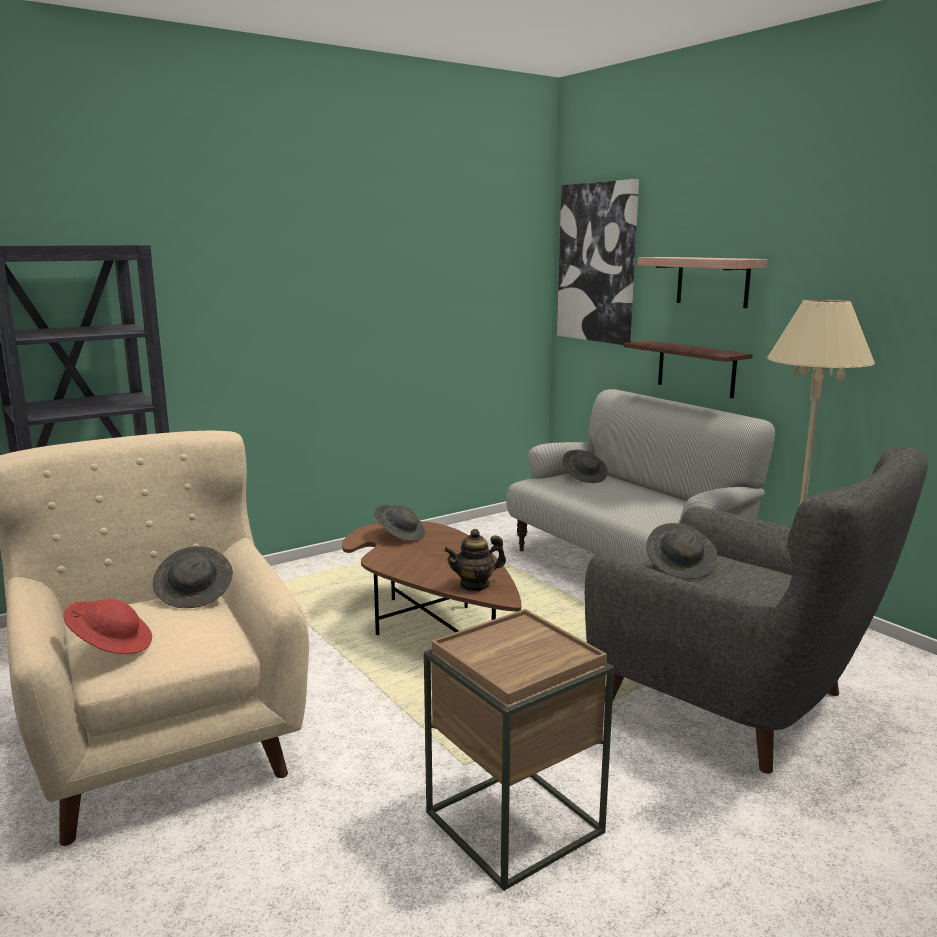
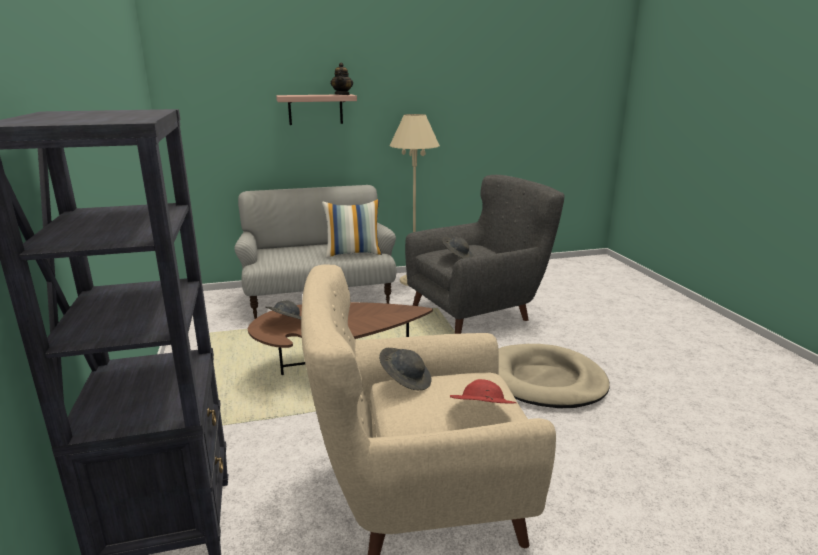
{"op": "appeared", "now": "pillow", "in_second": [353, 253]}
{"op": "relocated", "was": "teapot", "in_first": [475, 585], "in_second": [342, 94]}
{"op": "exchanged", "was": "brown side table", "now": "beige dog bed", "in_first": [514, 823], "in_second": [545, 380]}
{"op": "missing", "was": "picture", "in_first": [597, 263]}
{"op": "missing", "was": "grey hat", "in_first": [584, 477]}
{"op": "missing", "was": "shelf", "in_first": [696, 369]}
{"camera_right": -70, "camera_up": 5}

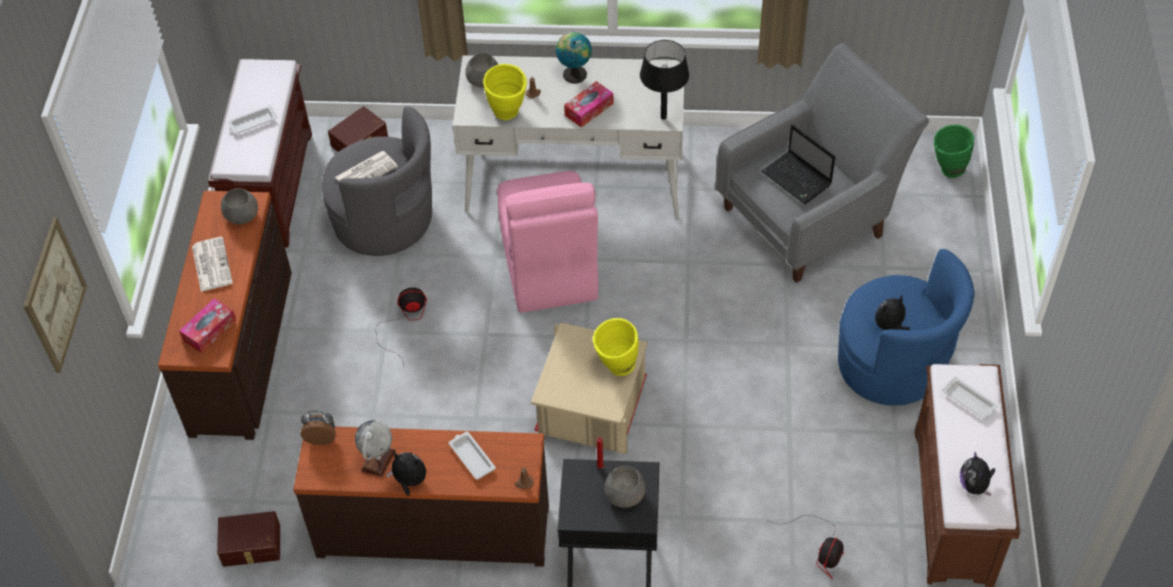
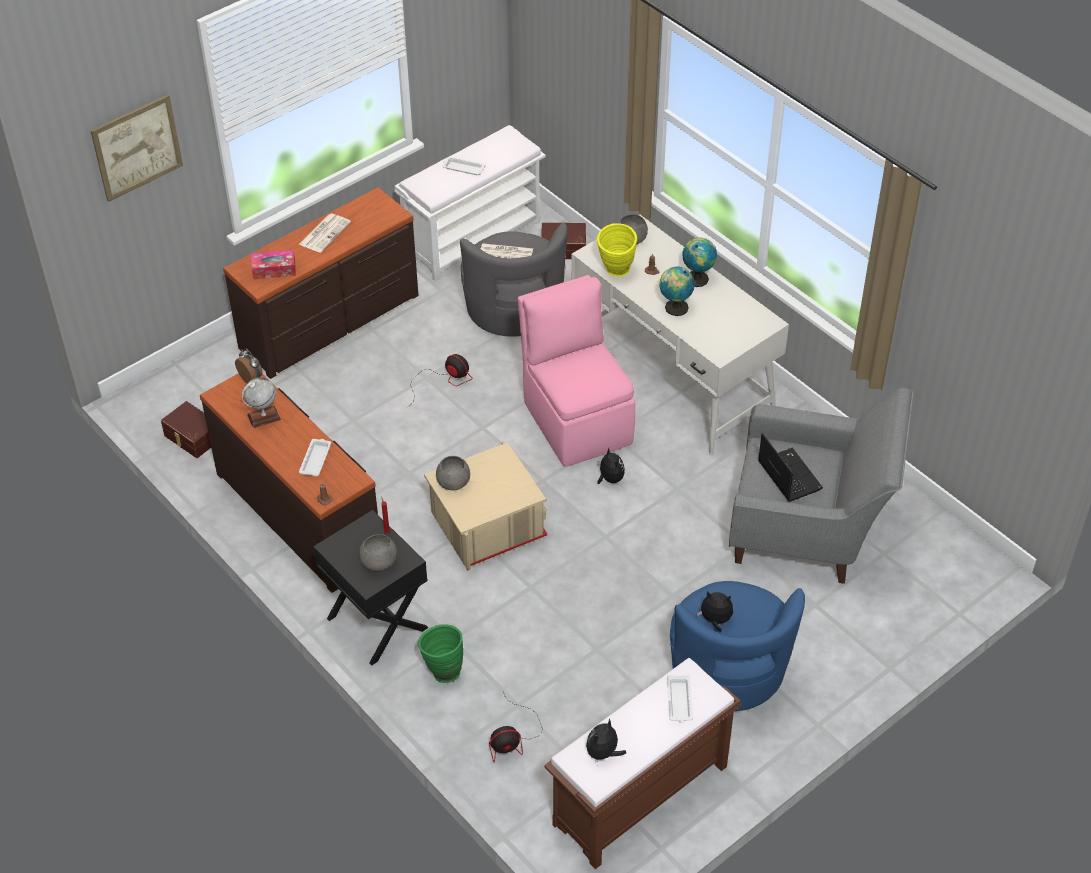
{"op": "colour", "was": "brown bench", "now": "white bench", "in_first": [272, 187], "in_second": [473, 237]}
{"op": "relocated", "was": "green vase", "in_first": [947, 170], "in_second": [442, 670]}
{"op": "relocated", "was": "grey bowl", "in_first": [242, 216], "in_second": [453, 482]}
{"op": "spun", "was": "pink chair", "in_first": [549, 270], "in_second": [576, 420], "clockwise": 120}
{"op": "relocated", "was": "plush toy", "in_first": [409, 481], "in_second": [610, 479]}
{"op": "exchanged", "was": "tissue box", "now": "globe", "in_first": [589, 109], "in_second": [674, 308]}
{"op": "spun", "was": "laptop", "in_first": [798, 179], "in_second": [788, 475], "clockwise": 150}
{"op": "missing", "was": "yellow vase", "in_first": [616, 368]}
{"op": "missing", "was": "black table lamp", "in_first": [663, 117]}
{"camera_right": 45, "camera_up": -5}

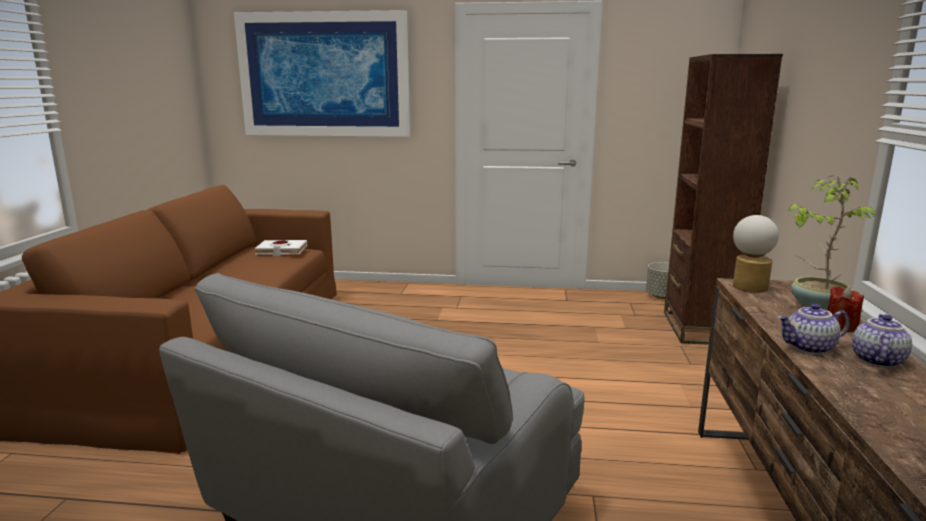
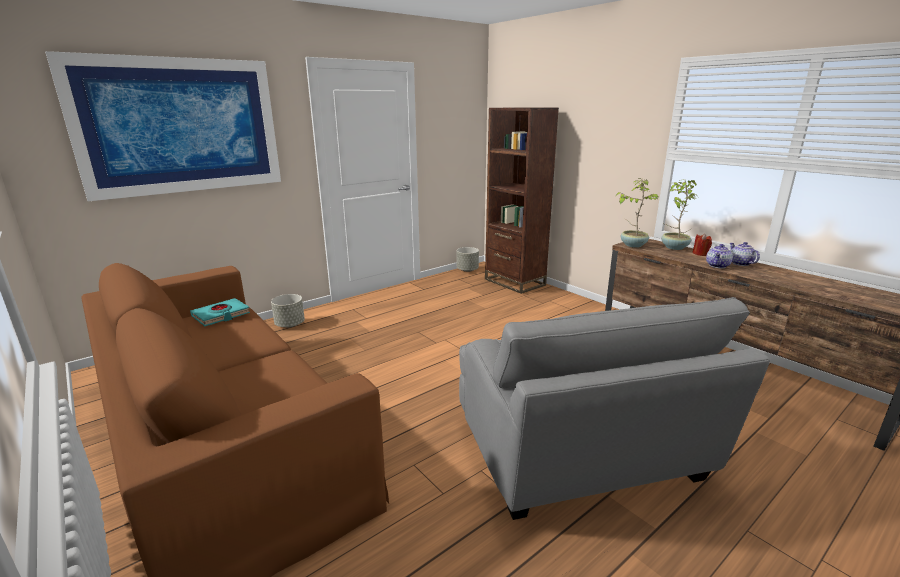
{"op": "colour", "was": "white book", "now": "turquoise book", "in_first": [281, 251], "in_second": [221, 315]}
{"op": "appeared", "now": "grey planter", "in_second": [290, 324]}
{"op": "exchanged", "was": "table lamp", "now": "potted plant", "in_first": [749, 286], "in_second": [633, 245]}
{"camera_right": -45, "camera_up": 5}

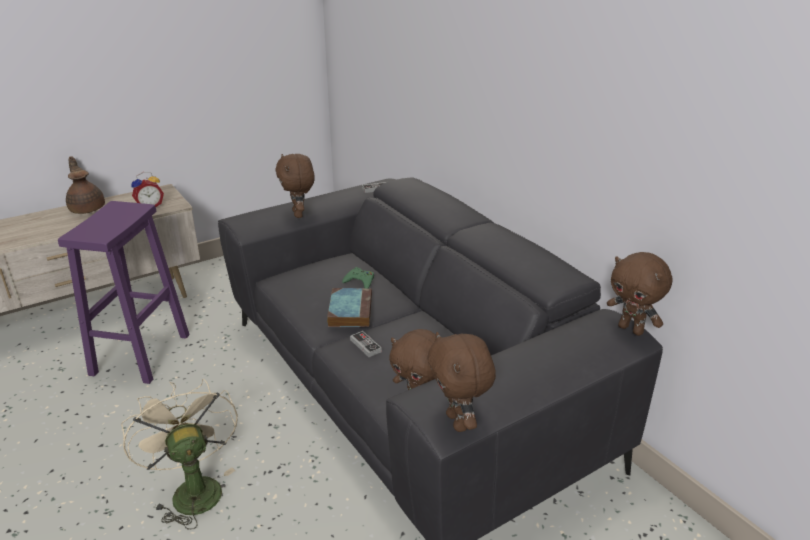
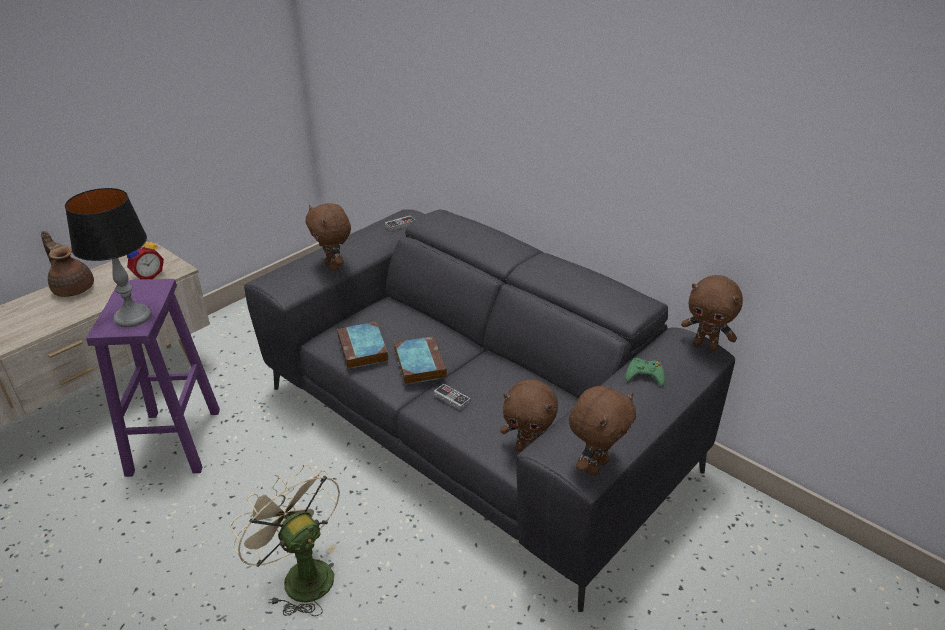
{"op": "appeared", "now": "table lamp", "in_second": [133, 317]}
{"op": "appeared", "now": "book", "in_second": [363, 350]}
{"op": "spun", "was": "brown plush toy", "in_first": [458, 422], "in_second": [595, 465], "clockwise": -105}
{"op": "relocated", "was": "green game controller", "in_first": [360, 281], "in_second": [644, 375]}
{"camera_right": -15, "camera_up": 5}

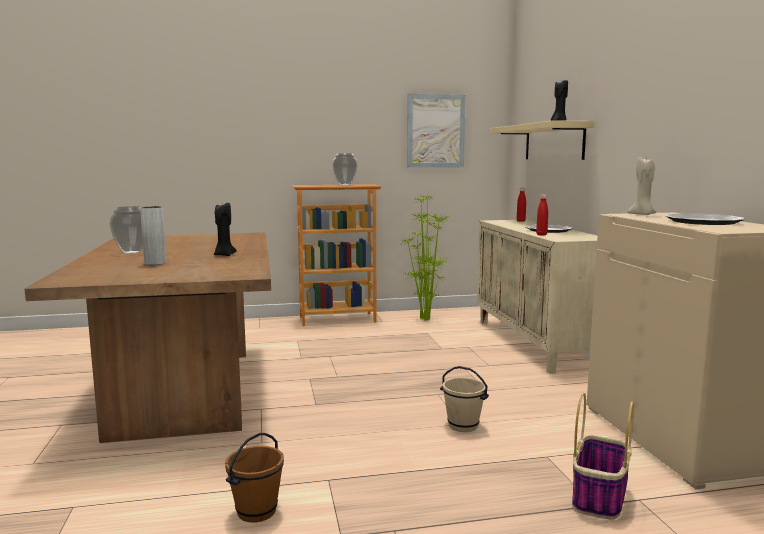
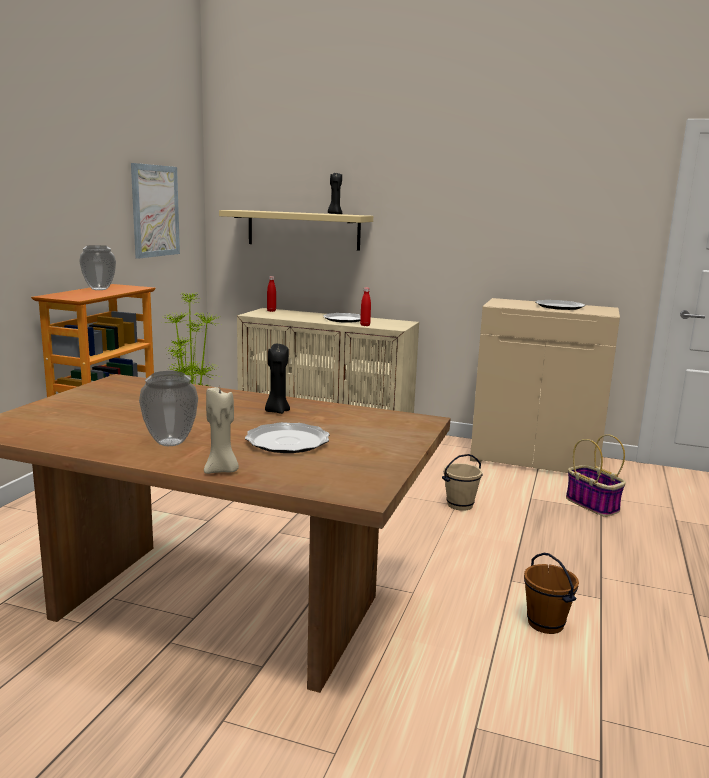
{"op": "relocated", "was": "beige candle", "in_first": [642, 215], "in_second": [222, 470]}
{"op": "exchanged", "was": "grey vase", "now": "plate", "in_first": [155, 263], "in_second": [288, 441]}
{"camera_right": -60, "camera_up": 5}

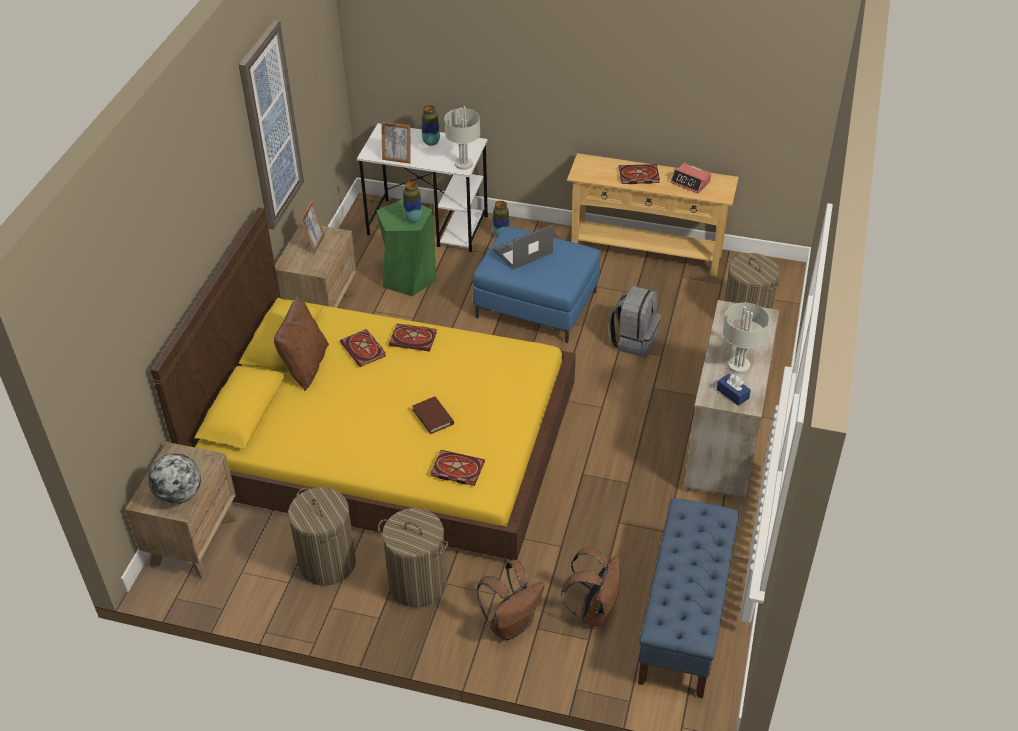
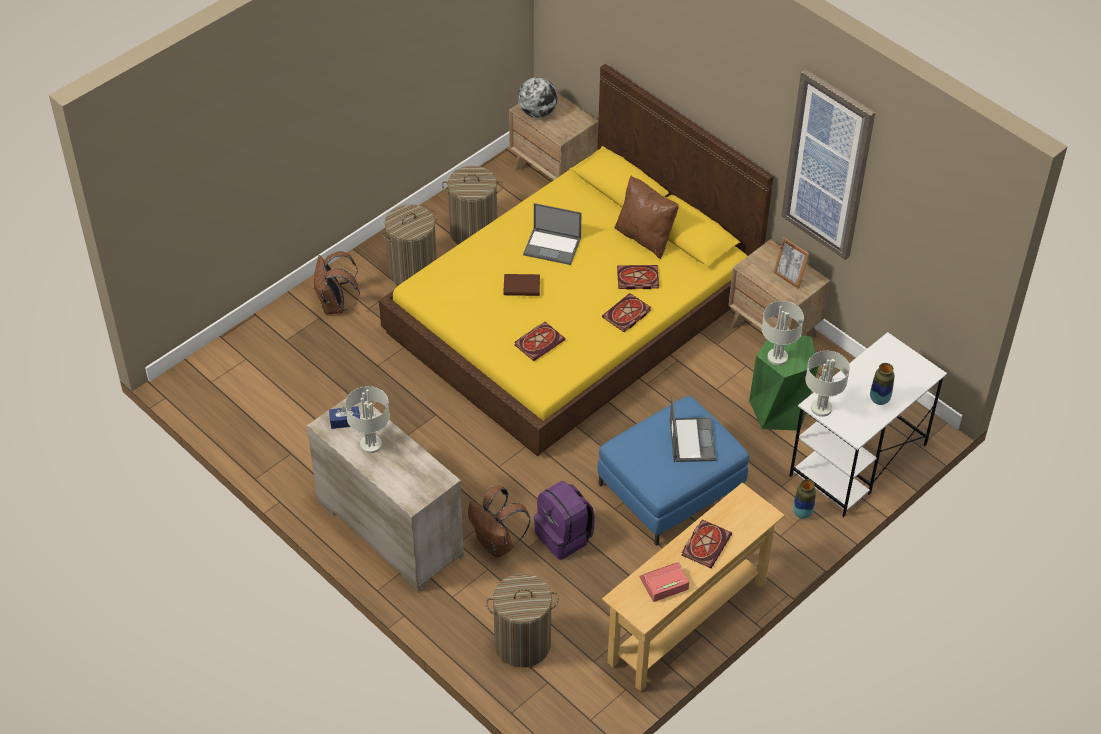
{"op": "relocated", "was": "brown backpack", "in_first": [594, 610], "in_second": [497, 544]}
{"op": "relocated", "was": "book", "in_first": [456, 469], "in_second": [539, 342]}
{"op": "appeared", "now": "laptop", "in_second": [553, 246]}
{"op": "colour", "was": "grey backpack", "now": "purple backpack", "in_first": [633, 340], "in_second": [564, 536]}
{"op": "exchanged", "was": "vase", "now": "grey table lamp", "in_first": [413, 219], "in_second": [777, 357]}
{"op": "missing", "was": "picture frame", "in_first": [397, 159]}
{"op": "missing", "was": "blue bench", "in_first": [684, 619]}
{"camera_right": 120, "camera_up": 5}

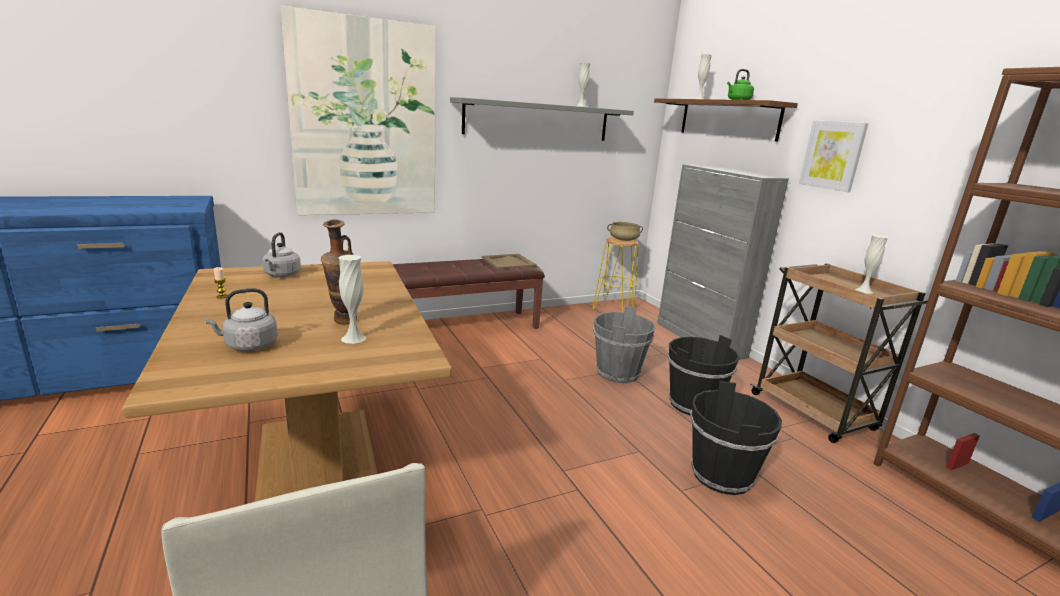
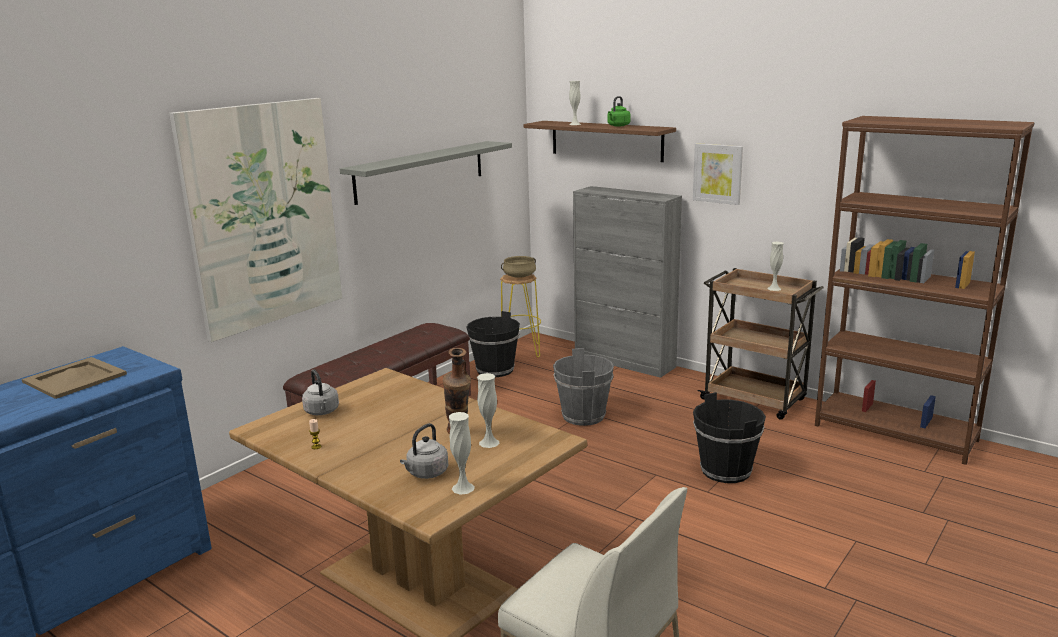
{"op": "relocated", "was": "beige tray", "in_first": [508, 262], "in_second": [75, 378]}
{"op": "relocated", "was": "white vase", "in_first": [581, 106], "in_second": [463, 488]}
{"op": "relocated", "was": "black bucket", "in_first": [693, 404], "in_second": [495, 370]}
{"camera_right": -25, "camera_up": 0}

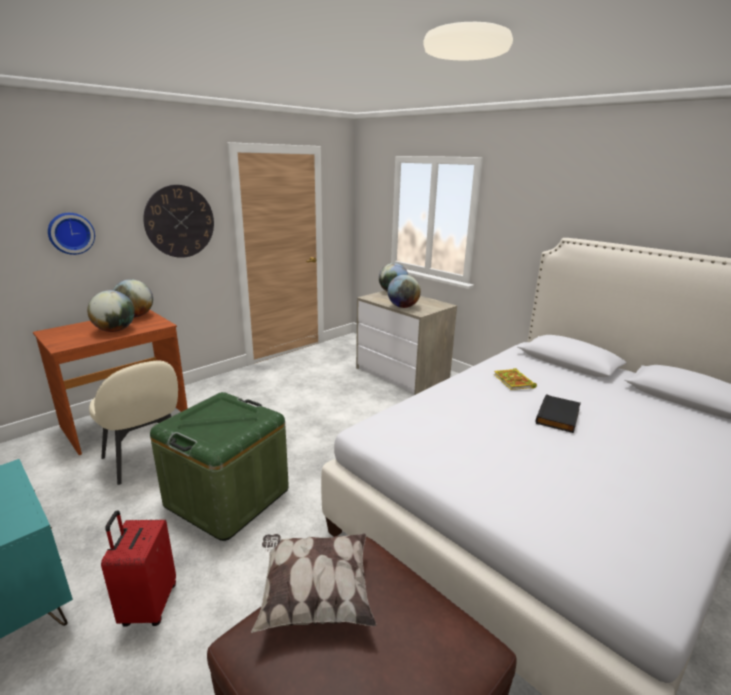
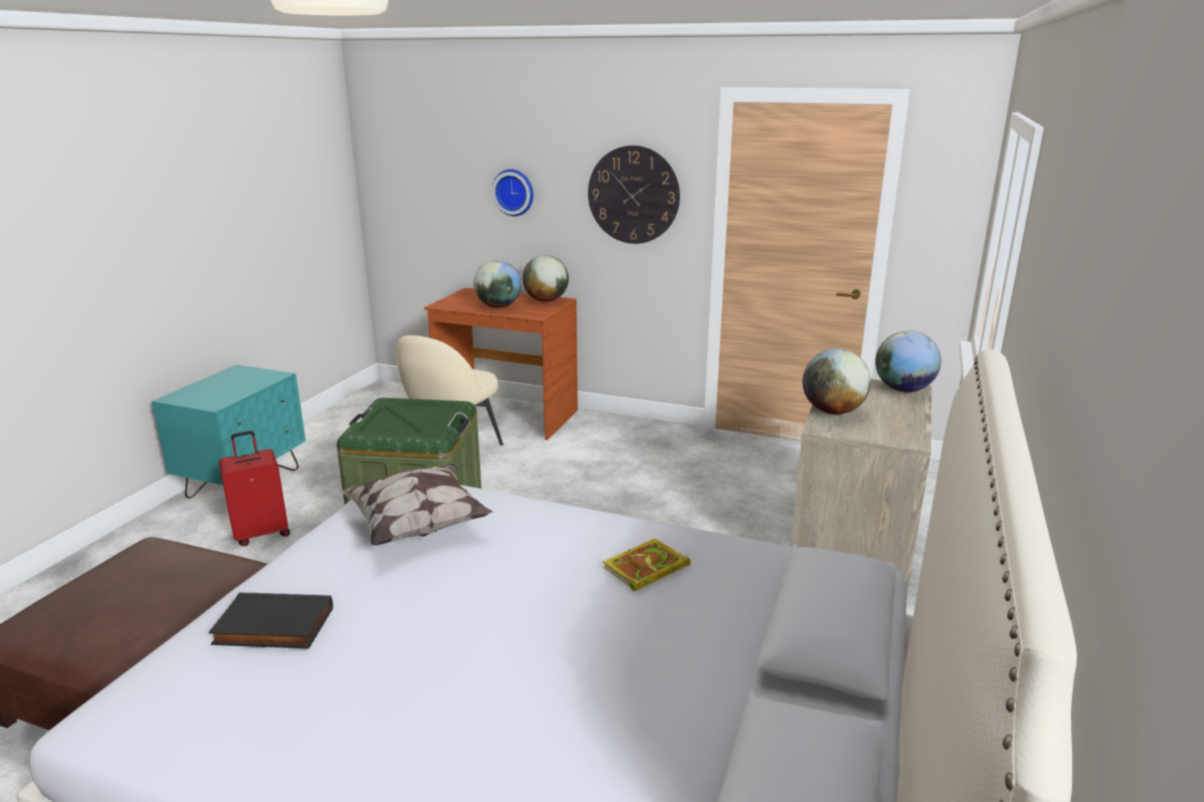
{"op": "relocated", "was": "black book", "in_first": [559, 417], "in_second": [272, 627]}
{"op": "relocated", "was": "pillow", "in_first": [314, 595], "in_second": [419, 525]}
{"camera_right": 65, "camera_up": 0}

